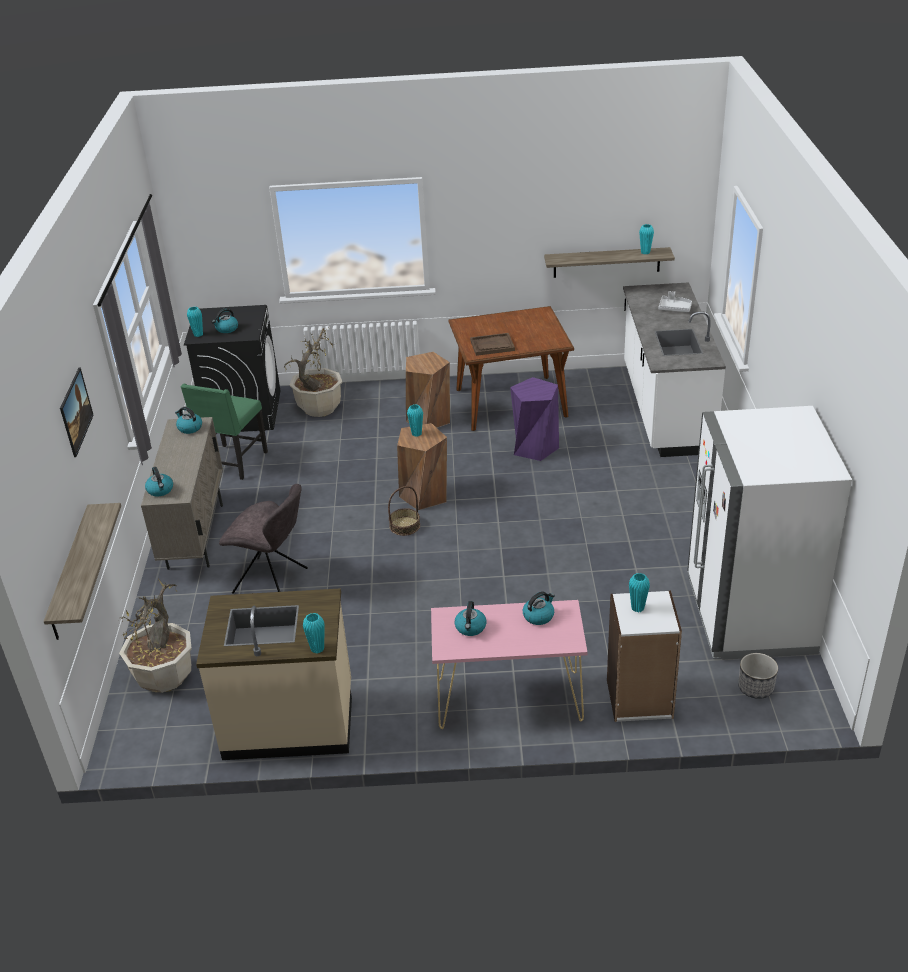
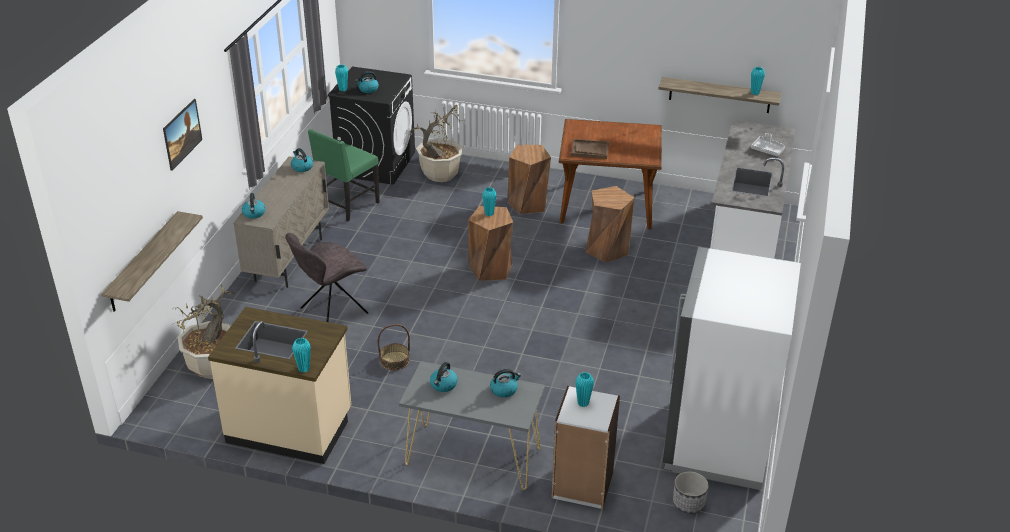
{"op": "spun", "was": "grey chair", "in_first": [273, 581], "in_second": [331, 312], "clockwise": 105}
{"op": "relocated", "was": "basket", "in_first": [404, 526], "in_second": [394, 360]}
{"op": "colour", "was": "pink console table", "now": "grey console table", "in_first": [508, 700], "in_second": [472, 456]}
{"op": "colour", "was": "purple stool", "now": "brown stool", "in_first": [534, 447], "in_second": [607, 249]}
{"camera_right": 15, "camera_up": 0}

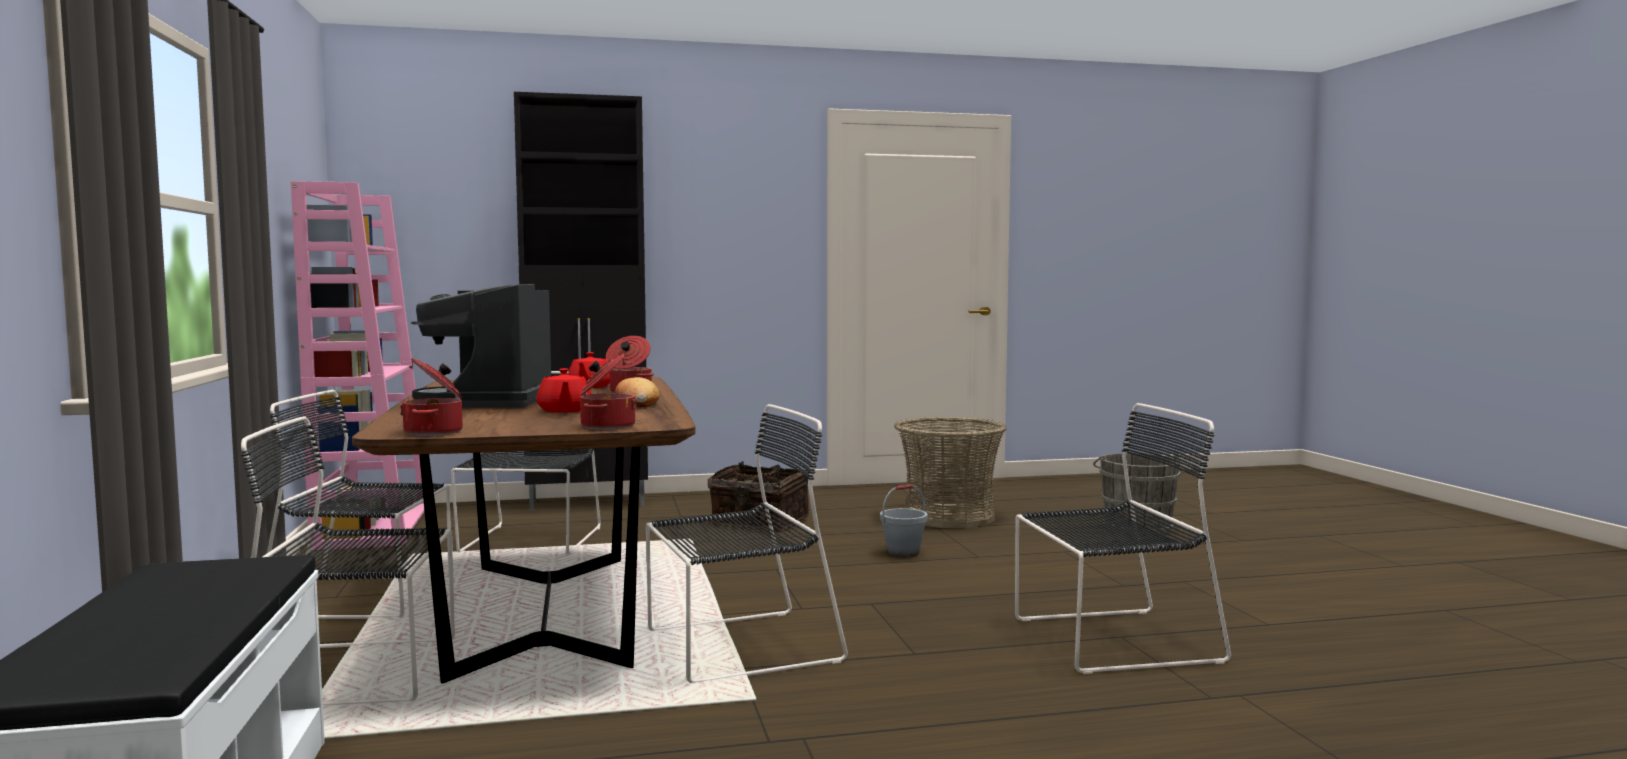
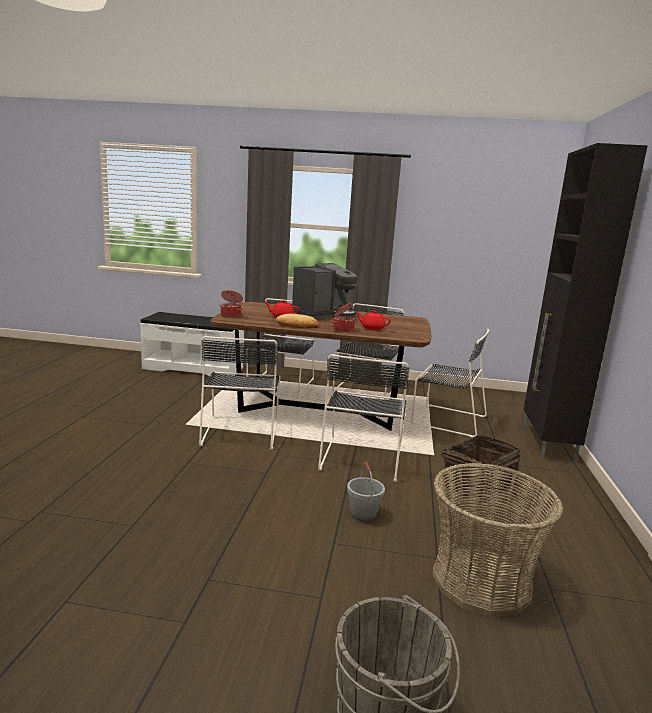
{"op": "spun", "was": "coffee machine", "in_first": [494, 402], "in_second": [323, 315], "clockwise": 120}
{"op": "relocated", "was": "black chair", "in_first": [1109, 640], "in_second": [361, 458]}
{"op": "missing", "was": "pink bookcase", "in_first": [373, 527]}
{"op": "missing", "was": "cooking pot", "in_first": [435, 432]}
{"camera_right": 110, "camera_up": 10}

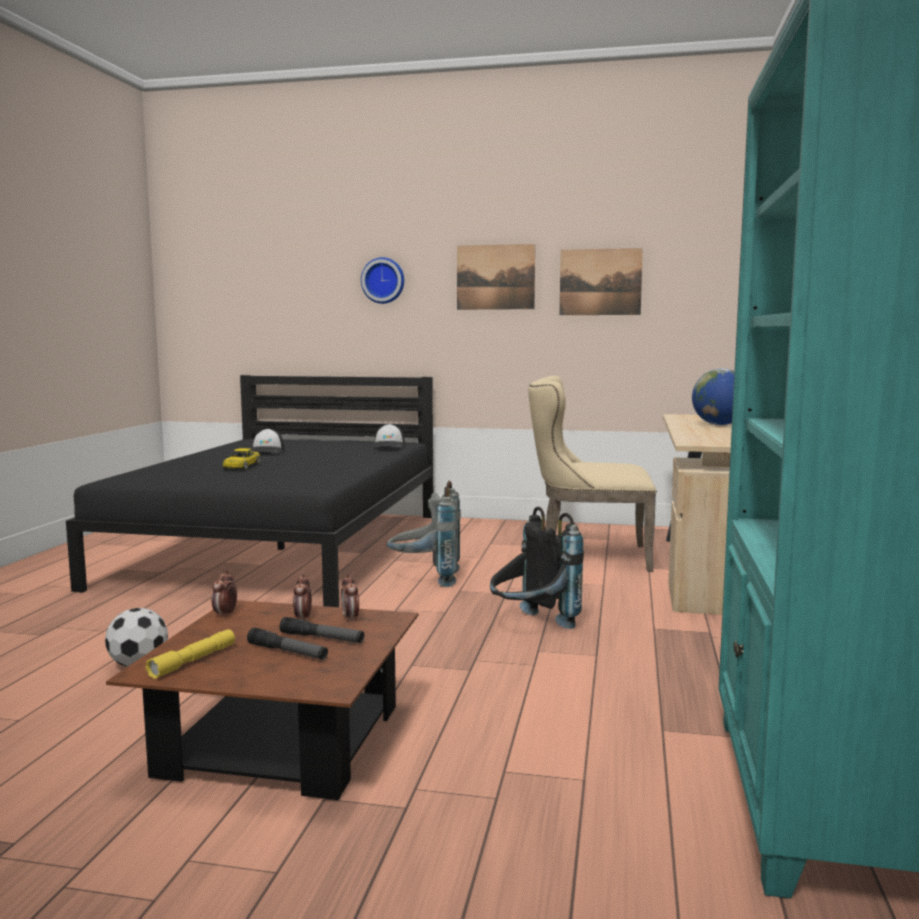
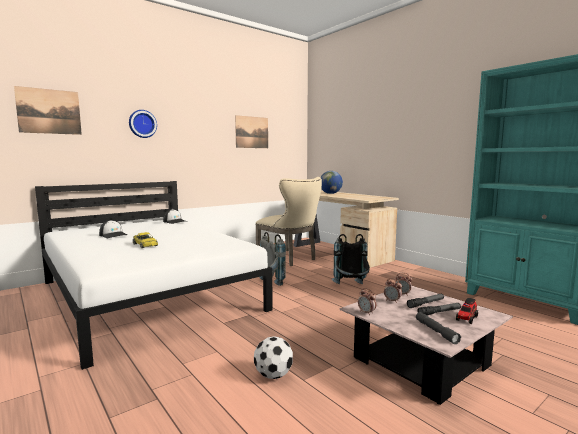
{"op": "relocated", "was": "picture", "in_first": [495, 277], "in_second": [49, 111]}
{"op": "colour", "was": "black bed", "now": "white bed", "in_first": [283, 548], "in_second": [148, 295]}
{"op": "spun", "was": "beige chair", "in_first": [587, 556], "in_second": [290, 259], "clockwise": -90}
{"op": "colour", "was": "brown coffee table", "now": "pink coffee table", "in_first": [282, 740], "in_second": [421, 362]}
{"op": "colour", "was": "yellow flashlight", "now": "grey flashlight", "in_first": [193, 661], "in_second": [436, 331]}
{"op": "appeared", "now": "toy truck", "in_second": [466, 318]}
{"camera_right": -50, "camera_up": 0}

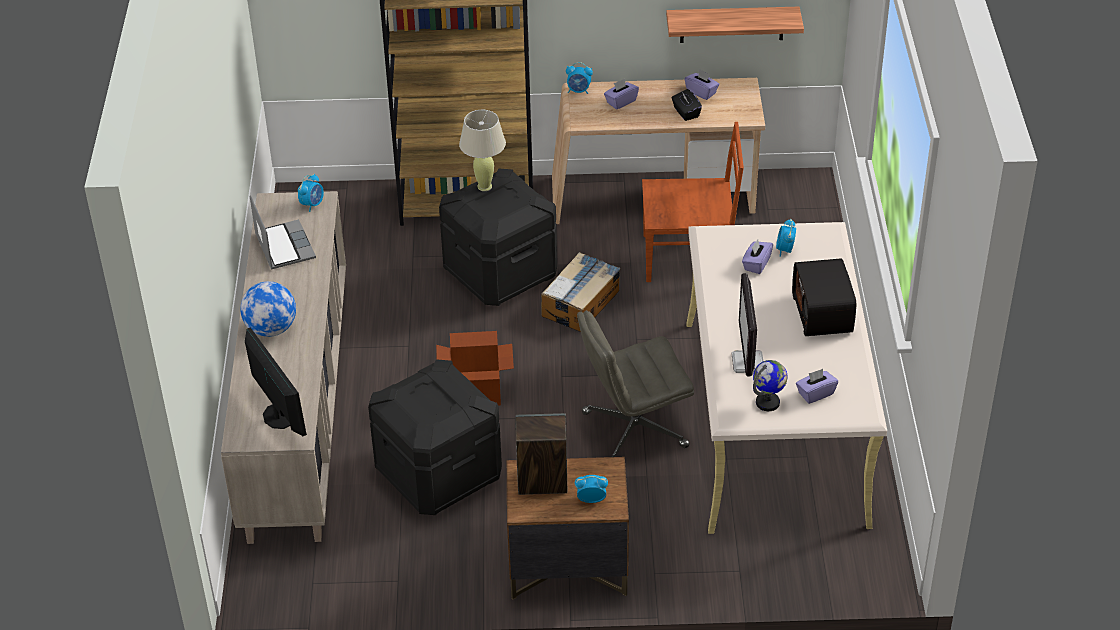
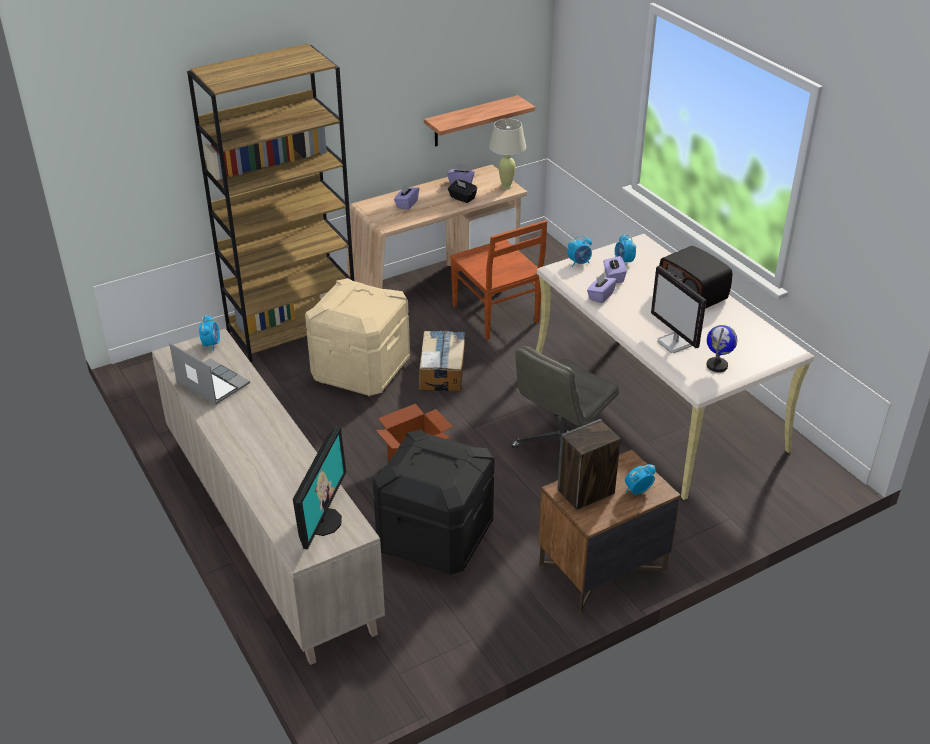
{"op": "spun", "was": "monitor", "in_first": [279, 416], "in_second": [323, 521], "clockwise": 75}
{"op": "colour", "was": "black storage box", "now": "beige storage box", "in_first": [500, 272], "in_second": [361, 370]}
{"op": "spun", "was": "brown chair", "in_first": [689, 257], "in_second": [496, 315], "clockwise": 90}
{"op": "relocated", "was": "beige table lamp", "in_first": [484, 186], "in_second": [506, 186]}
{"op": "relocated", "was": "alarm clock", "in_first": [579, 91], "in_second": [579, 263]}
{"op": "relocated", "was": "purple tissue box", "in_first": [815, 393], "in_second": [600, 296]}
{"op": "missing", "was": "globe", "in_first": [271, 329]}
{"camera_right": -30, "camera_up": -5}

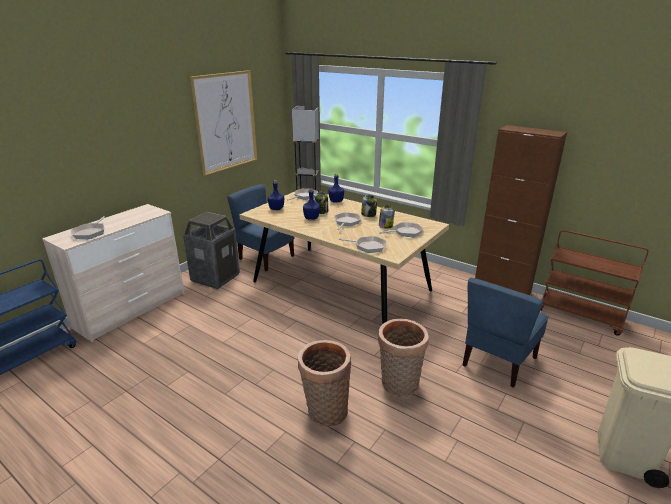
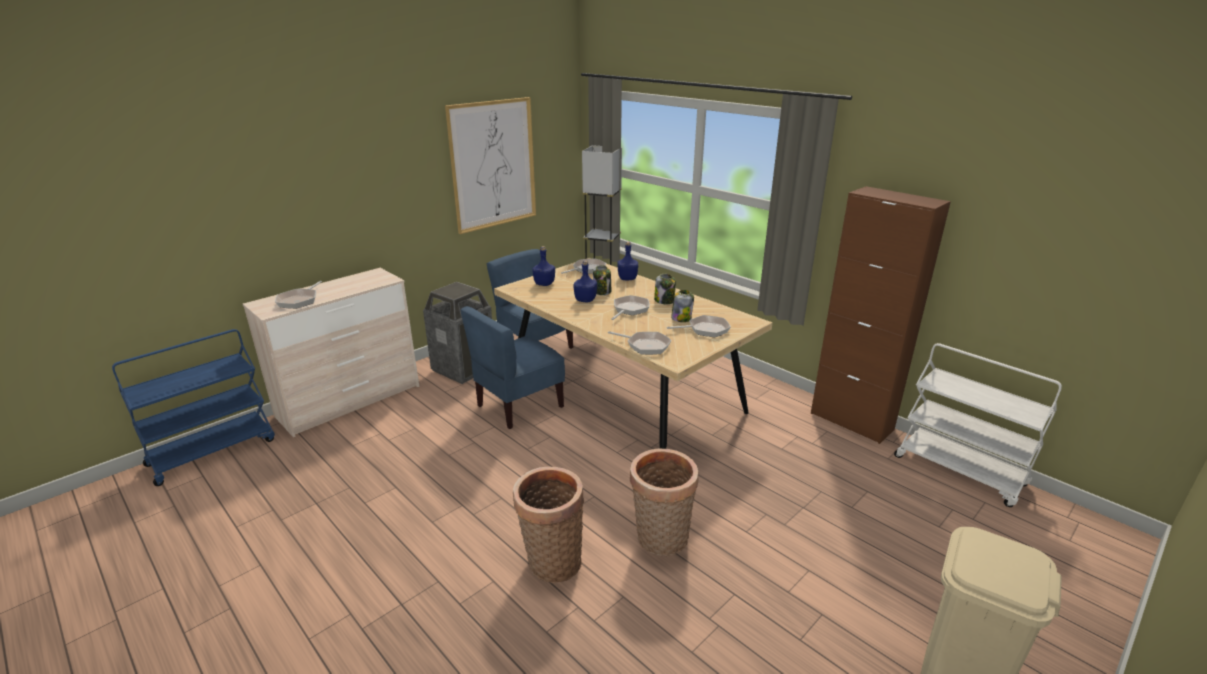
{"op": "relocated", "was": "blue chair", "in_first": [498, 361], "in_second": [519, 406]}
{"op": "colour", "was": "brown cart", "now": "white cart", "in_first": [580, 315], "in_second": [960, 471]}
{"camera_right": 10, "camera_up": 0}

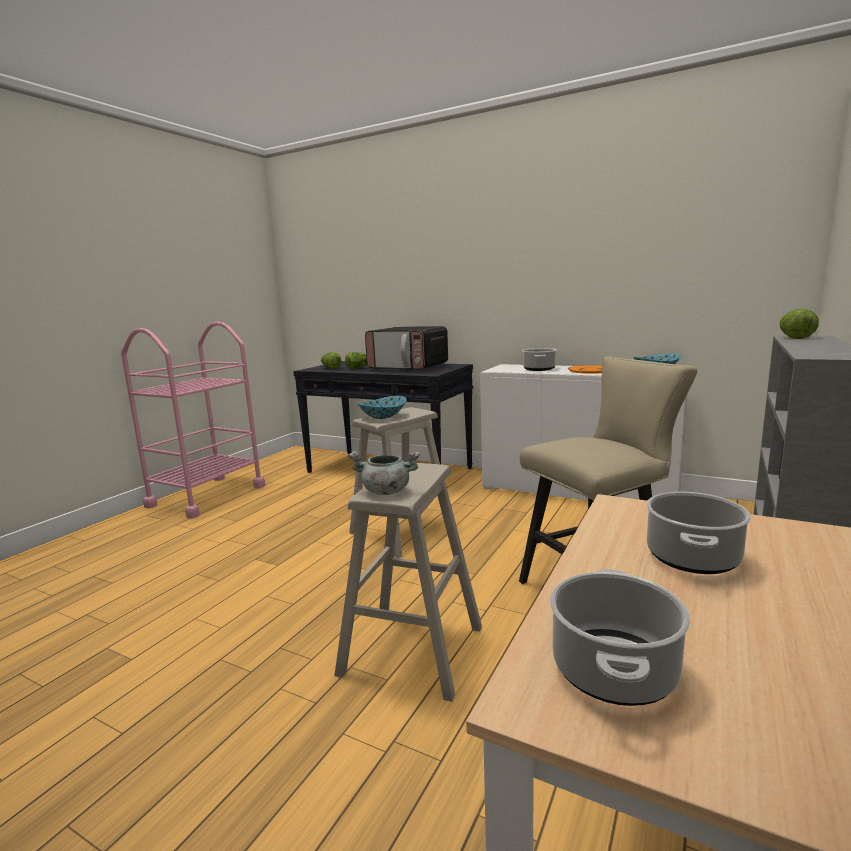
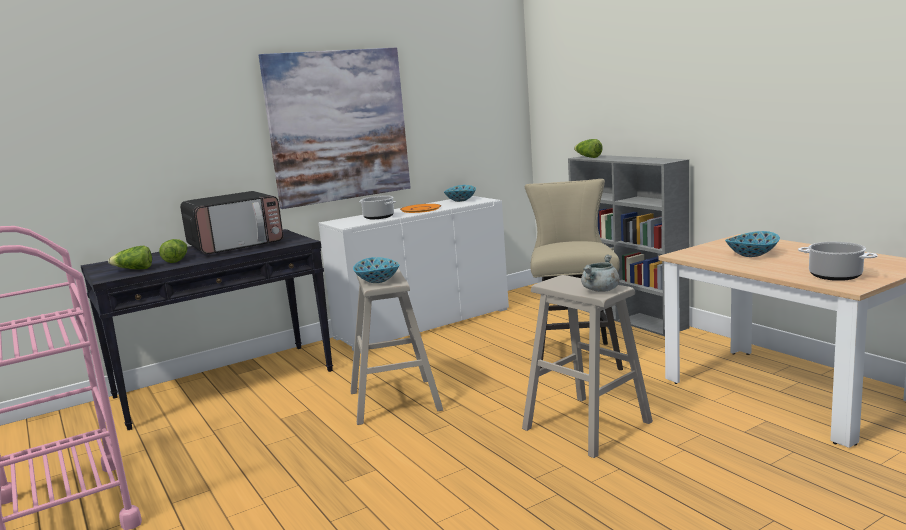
{"op": "appeared", "now": "picture", "in_second": [338, 126]}
{"op": "exchanged", "was": "cooking pot", "now": "bowl", "in_first": [691, 557], "in_second": [751, 254]}
{"camera_right": -60, "camera_up": 0}

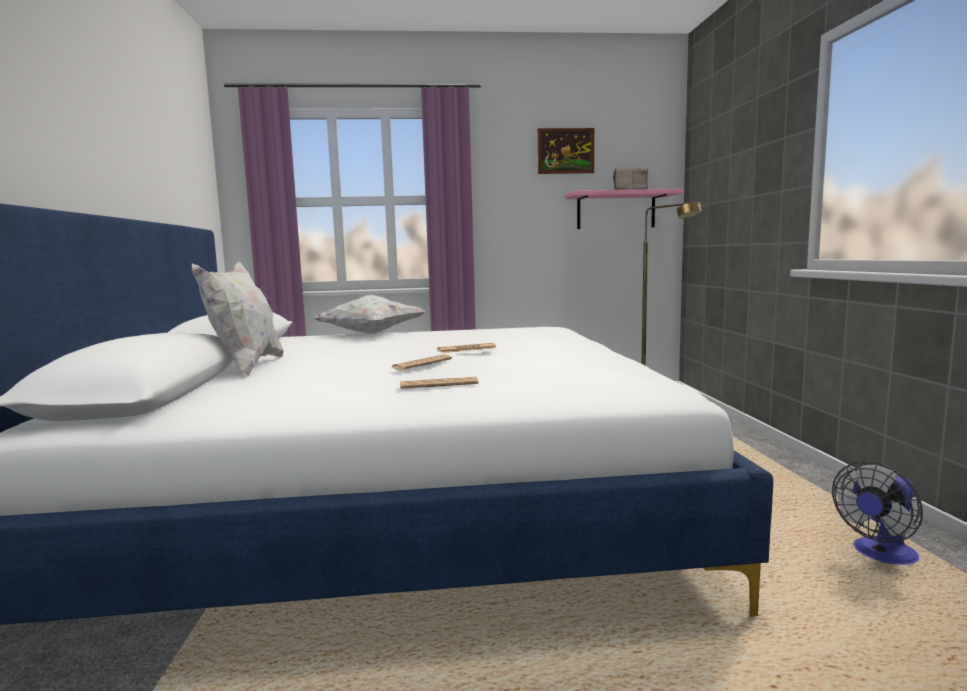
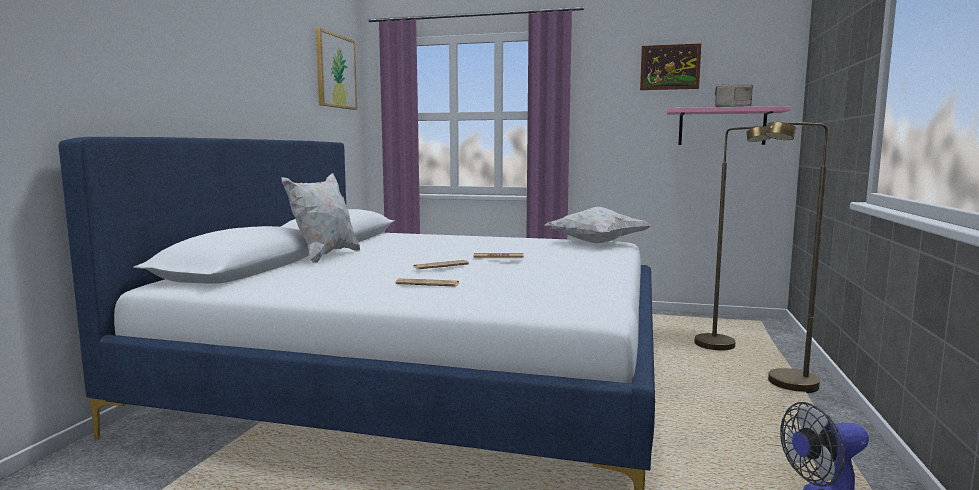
{"op": "appeared", "now": "picture", "in_second": [335, 71]}
{"op": "relocated", "was": "white pillow", "in_first": [371, 333], "in_second": [596, 243]}
{"op": "appeared", "now": "brown floor lamp", "in_second": [785, 387]}
{"camera_right": 20, "camera_up": 0}

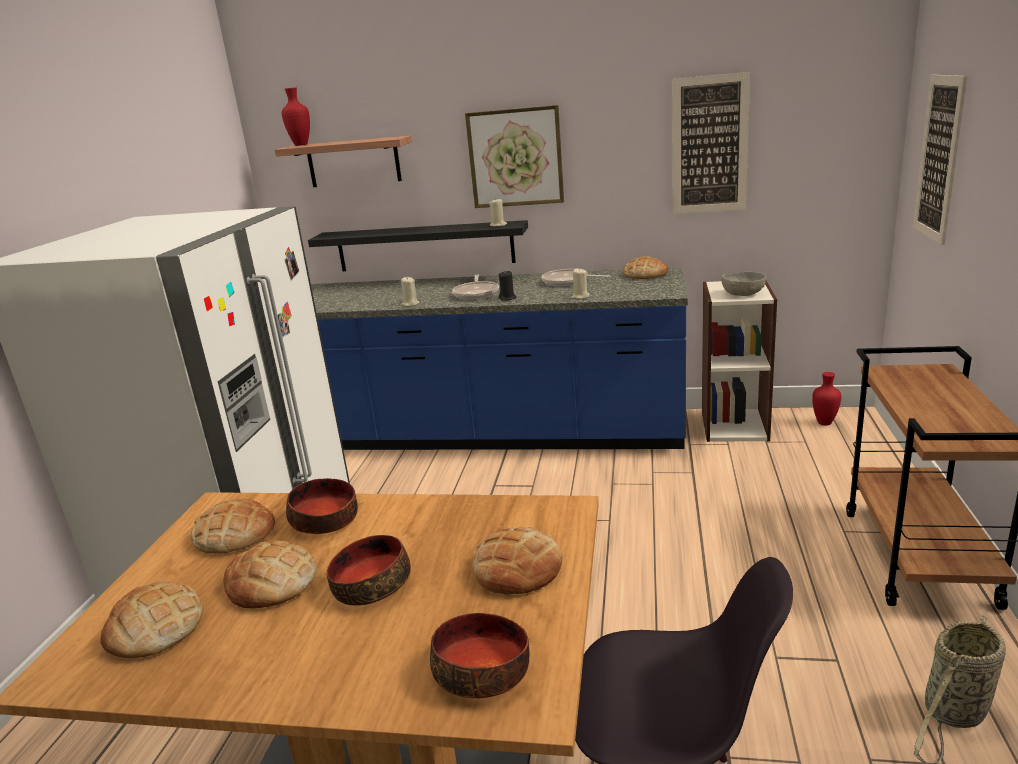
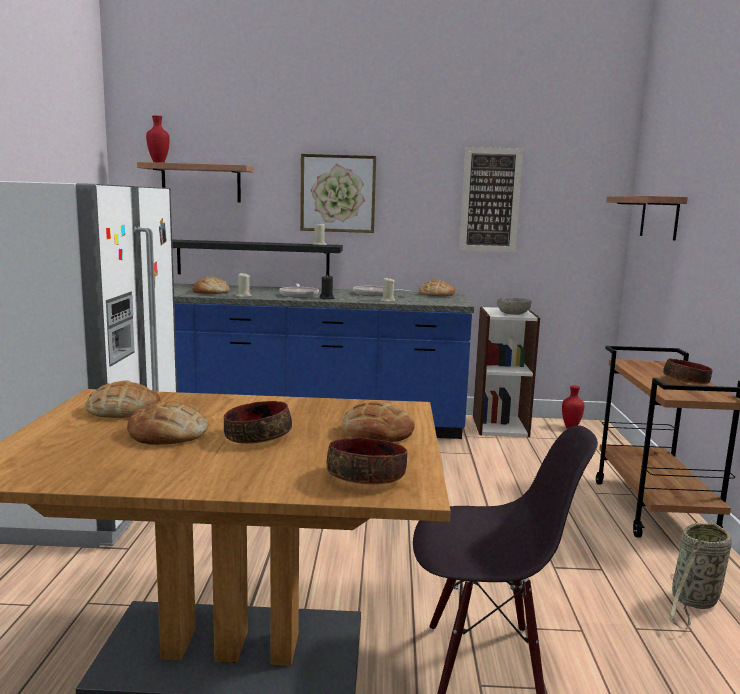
{"op": "relocated", "was": "bread", "in_first": [154, 628], "in_second": [210, 292]}
{"op": "exchanged", "was": "picture", "now": "shelf", "in_first": [939, 158], "in_second": [659, 217]}
{"op": "relocated", "was": "bowl", "in_first": [325, 520], "in_second": [686, 381]}
{"camera_right": -10, "camera_up": -10}

